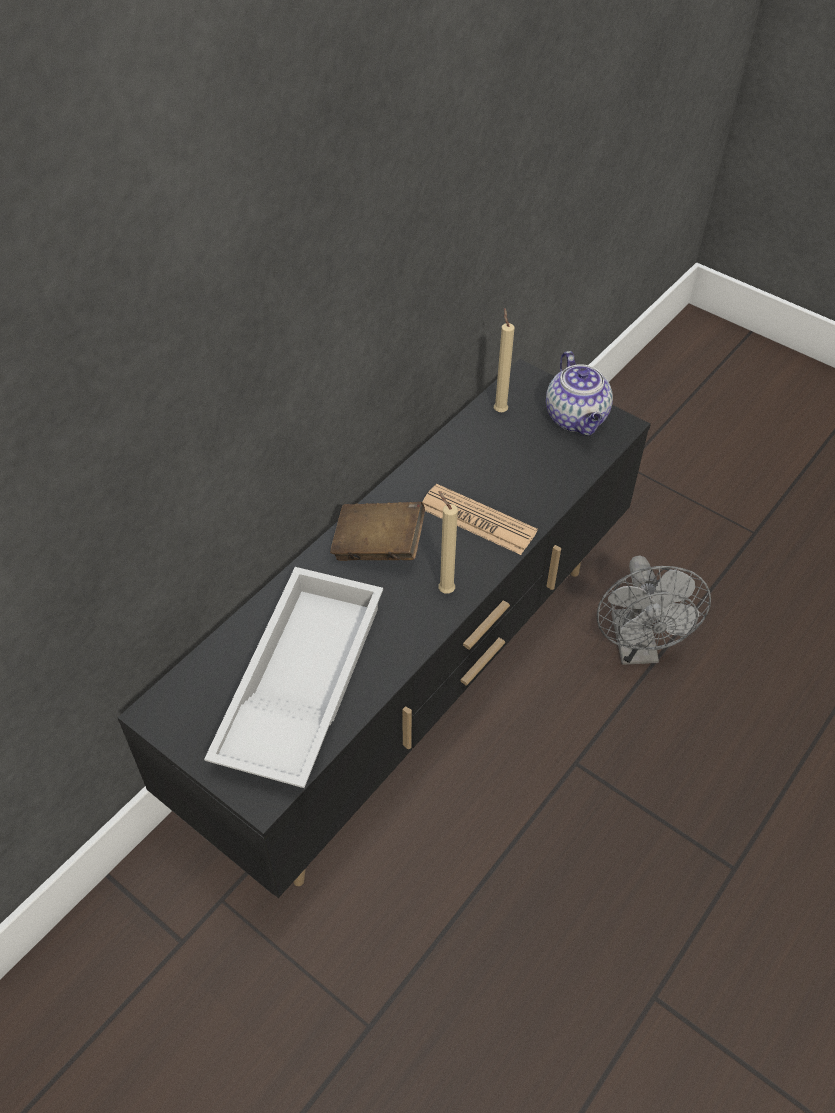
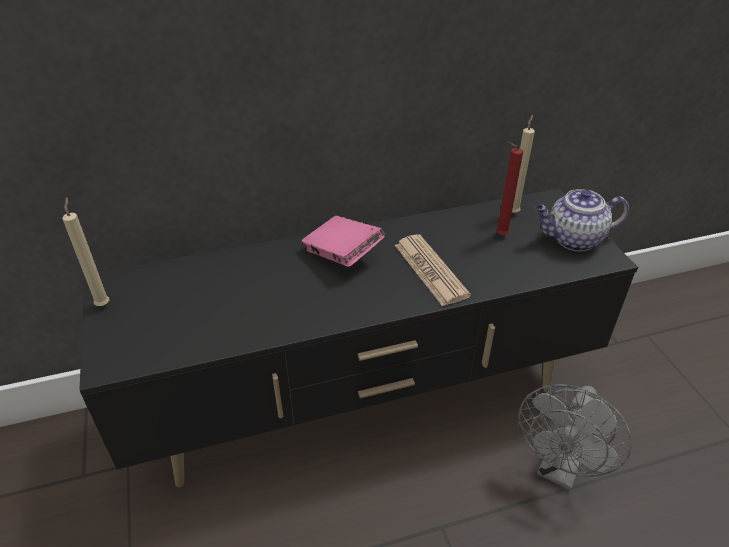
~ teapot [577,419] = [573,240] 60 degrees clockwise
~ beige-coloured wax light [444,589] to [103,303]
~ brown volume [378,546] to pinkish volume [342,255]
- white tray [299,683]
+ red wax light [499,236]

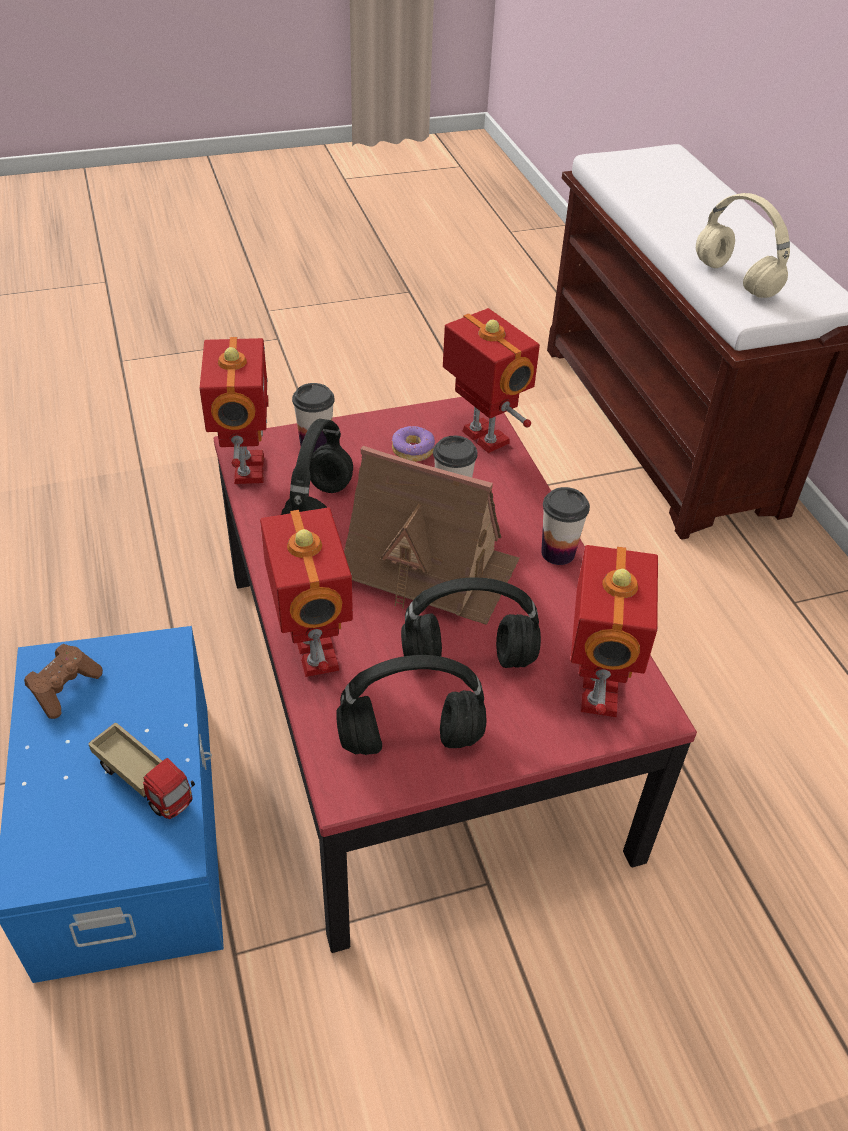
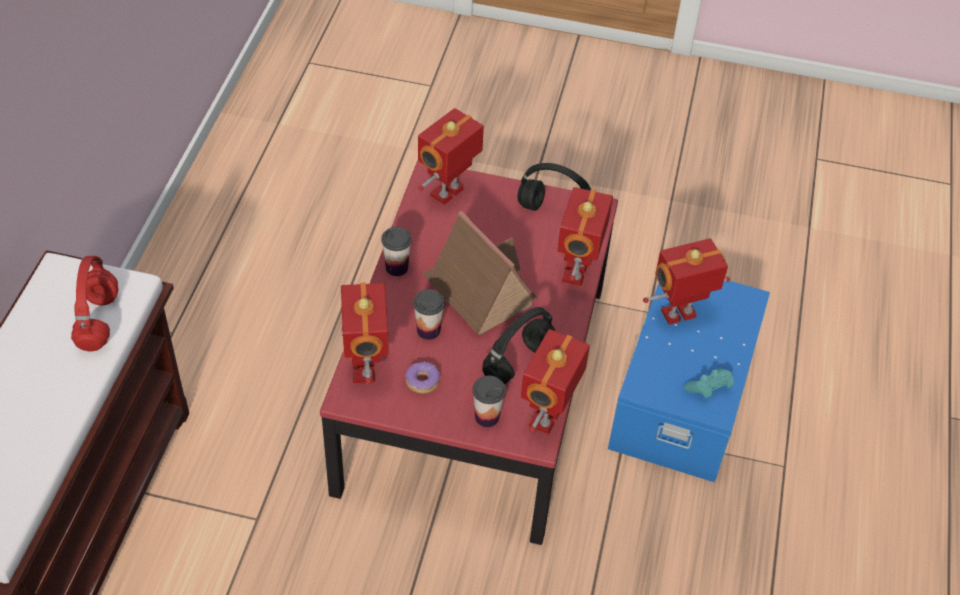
~ beige-coloured headset [733,279] to red headset [99,322]
- black-coloured headset [470,658]
~ brown joypad [65,688] to turquoise-coloured joypad [709,389]
~ toy lorry [146,782] to model robot [679,315]

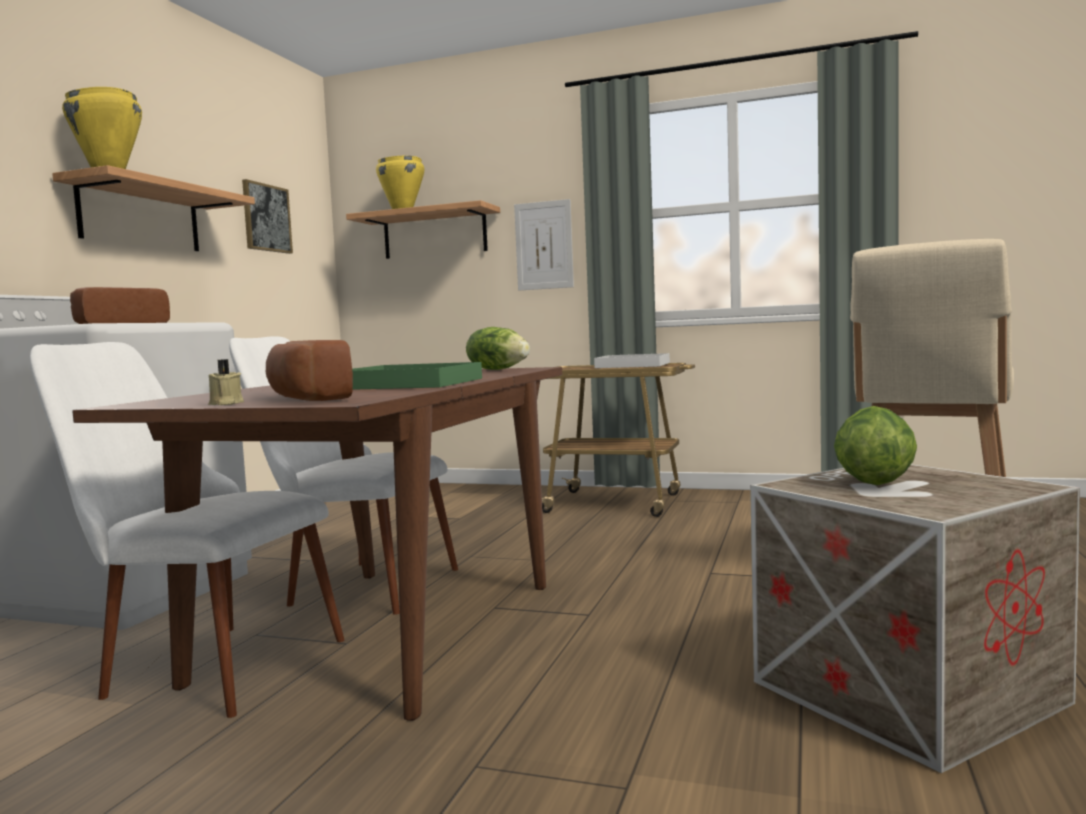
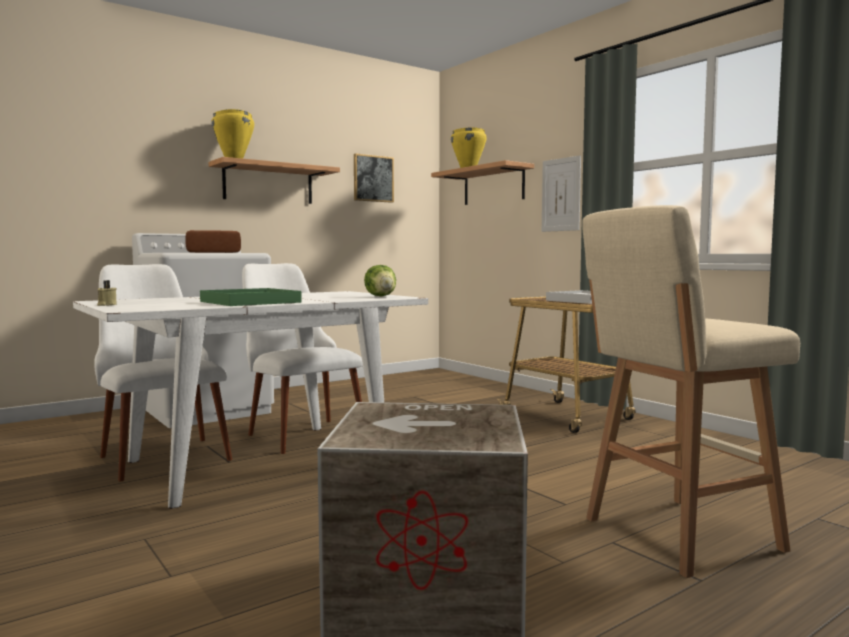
- baked bread [304,398]
~ brown kitchen table [387,629] to white kitchen table [261,460]
- lettuce [872,483]

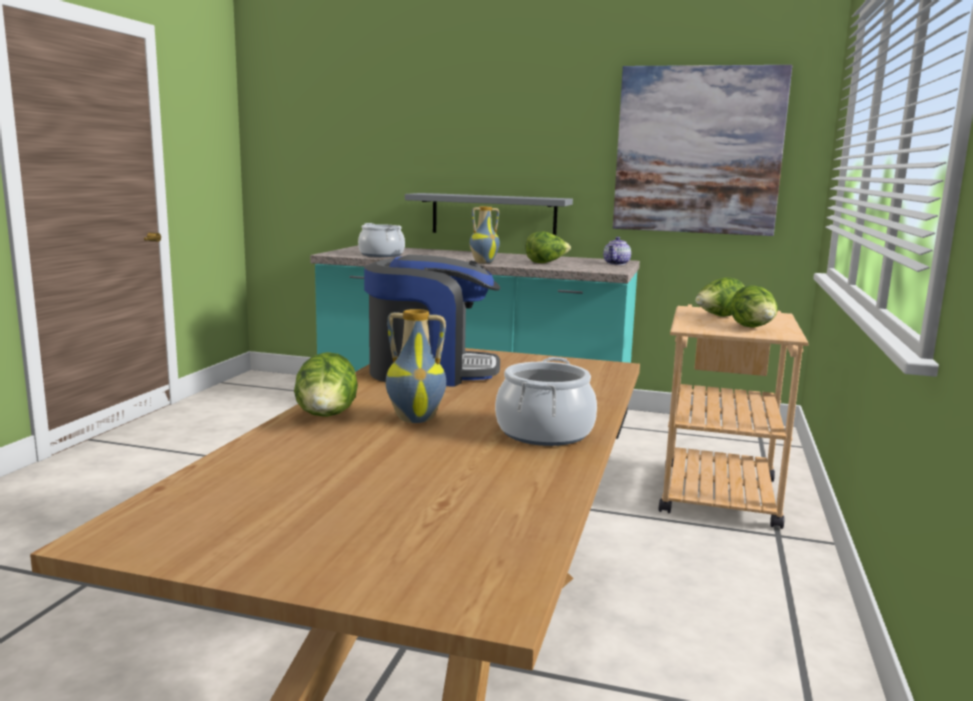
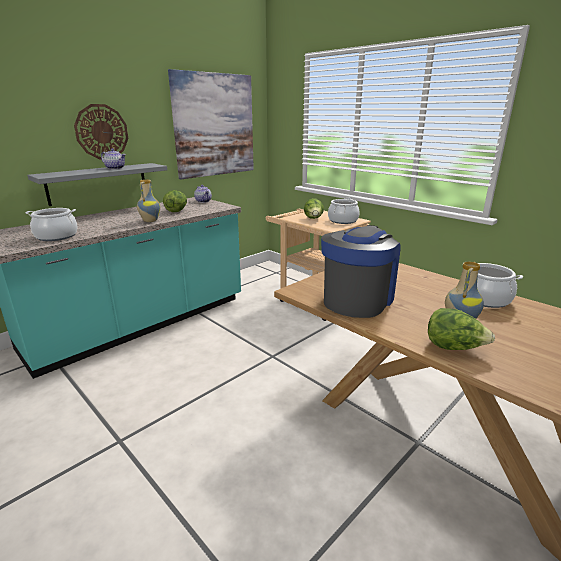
~ lettuce [753,328] to saucepot [342,221]
+ hanging clock [102,132]
+ teapot [115,168]

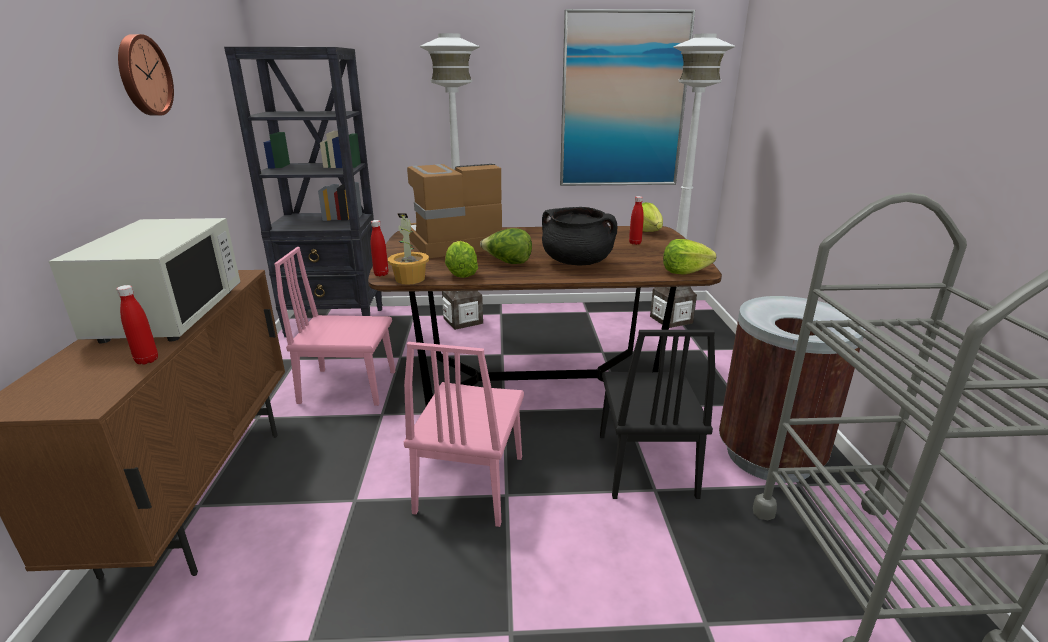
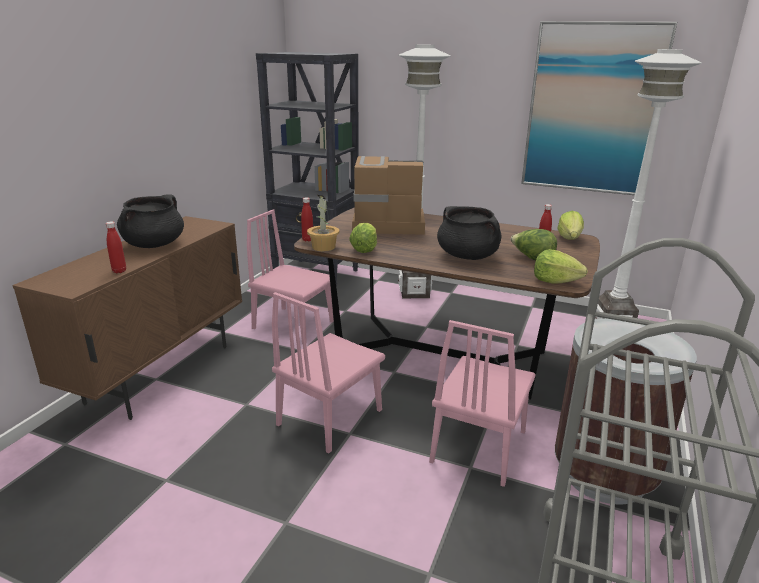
- hanging clock [142,75]
~ white microwave oven [169,314] to black-coloured saucepot [154,244]
~ lettuce [507,263] to [532,258]
~ black-coloured chair [645,464] to pinkish chair [479,446]

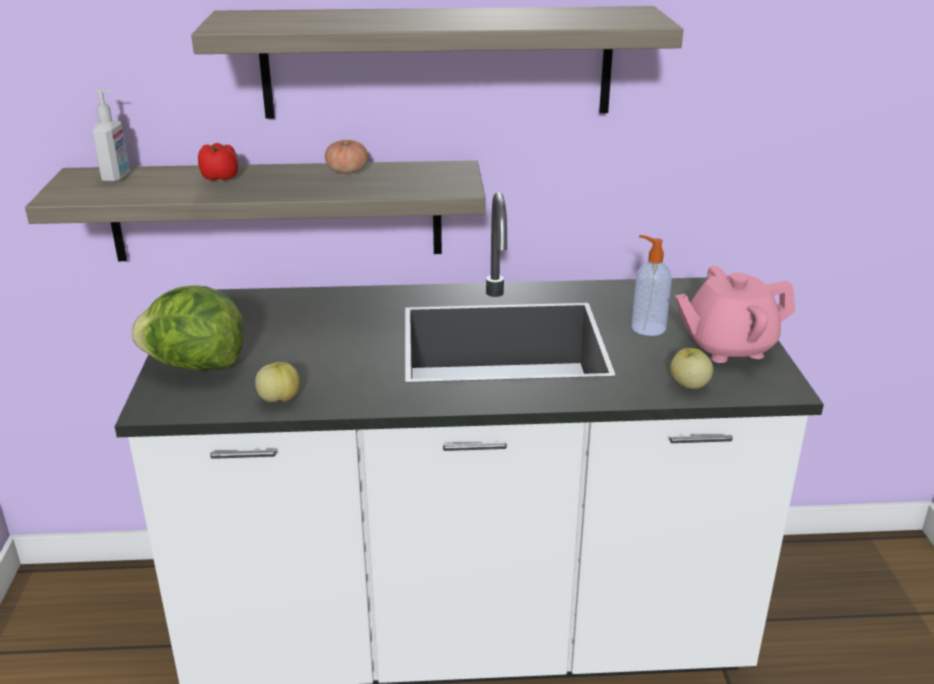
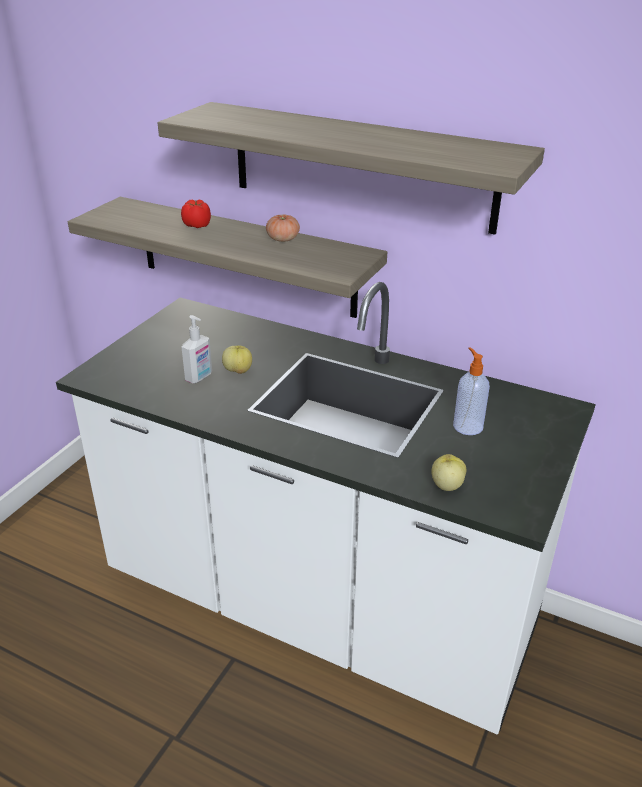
~ soap dispenser [117,177] to [199,377]
- pinkish teapot [728,347]
- lettuce [195,366]
~ apple [279,399] to [238,371]

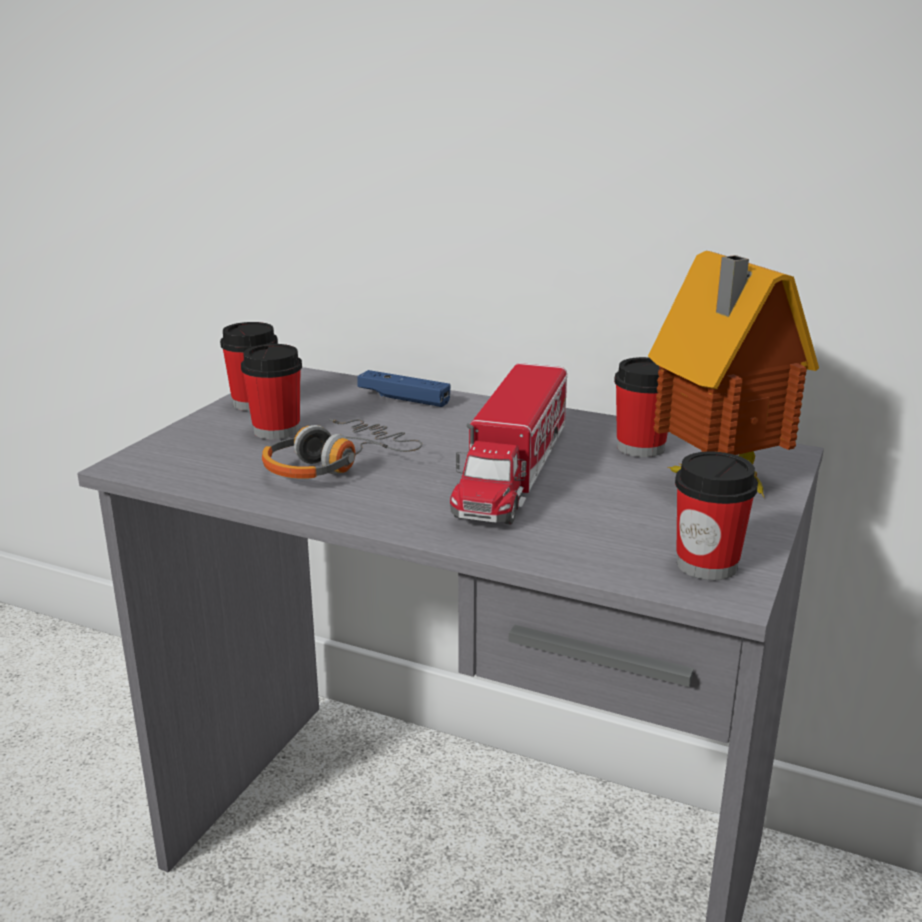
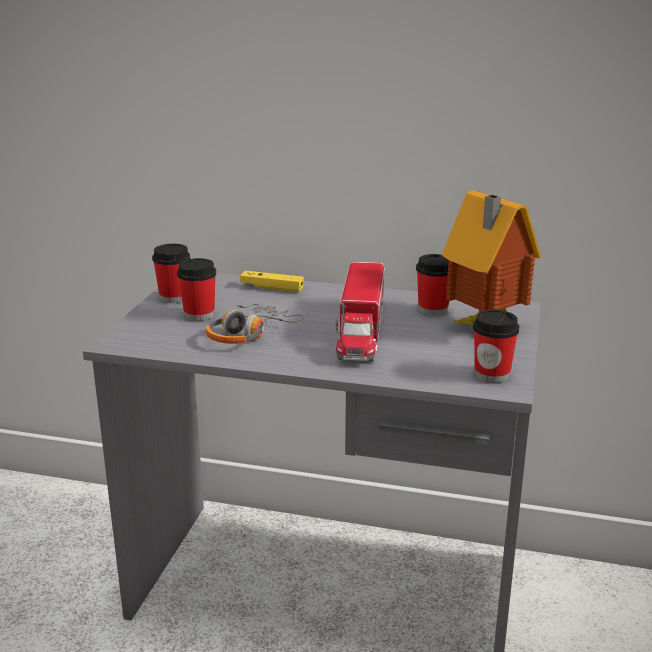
~ blue-coloured joypad [403,398] to yellow joypad [272,288]

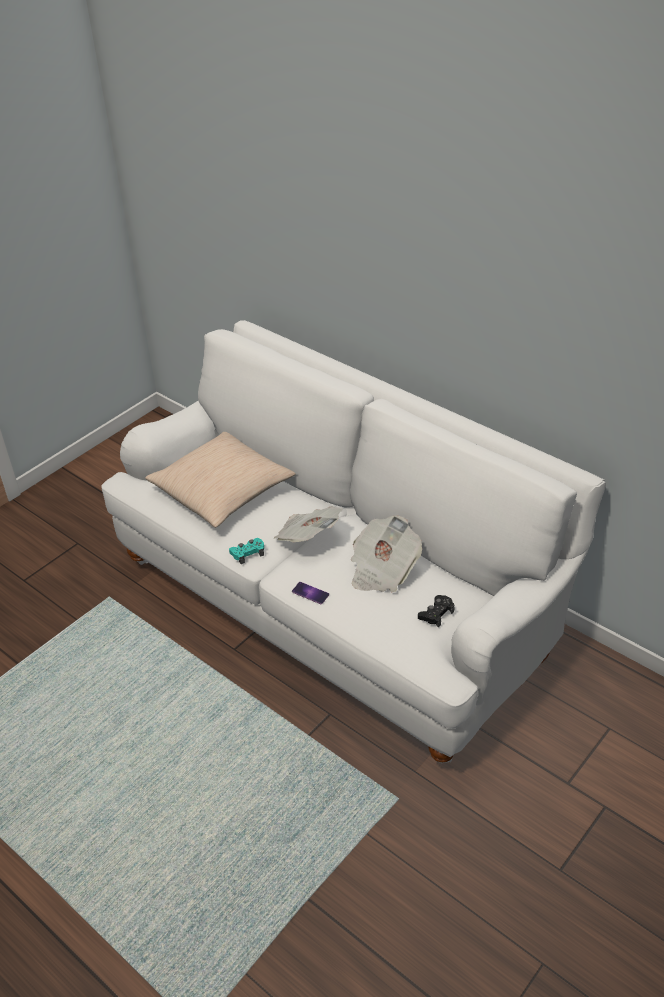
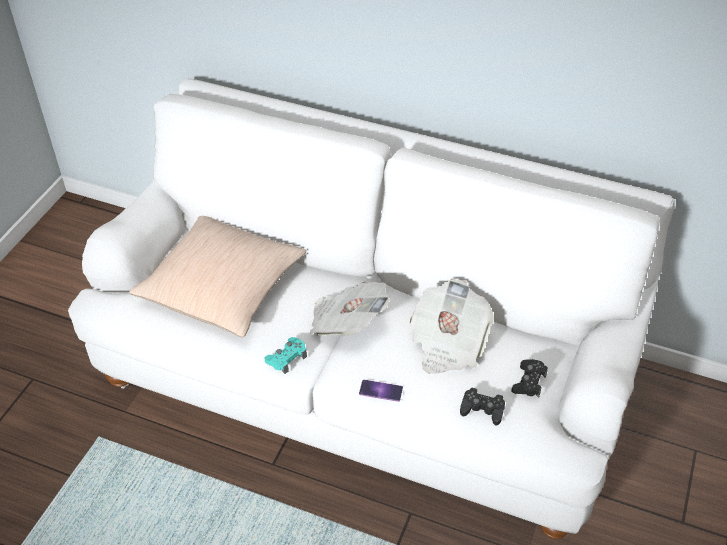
+ black-coloured joypad [482,409]

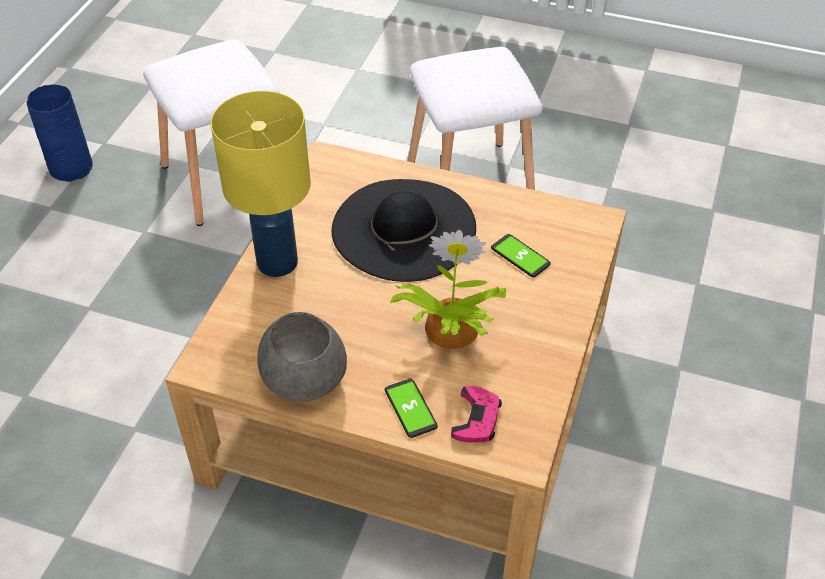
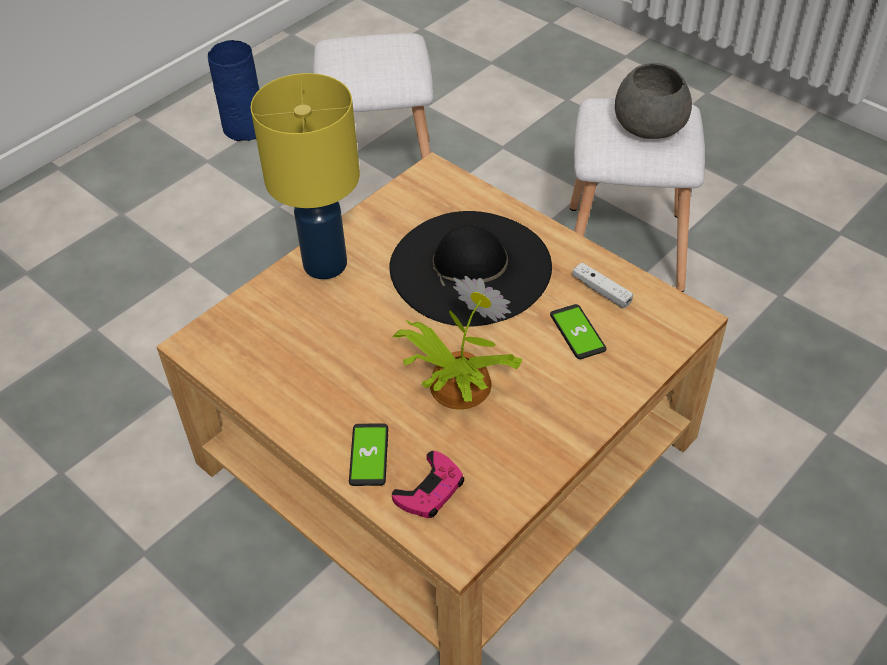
~ gray serving bowl [303,376] to [649,125]
+ white joypad [601,291]

